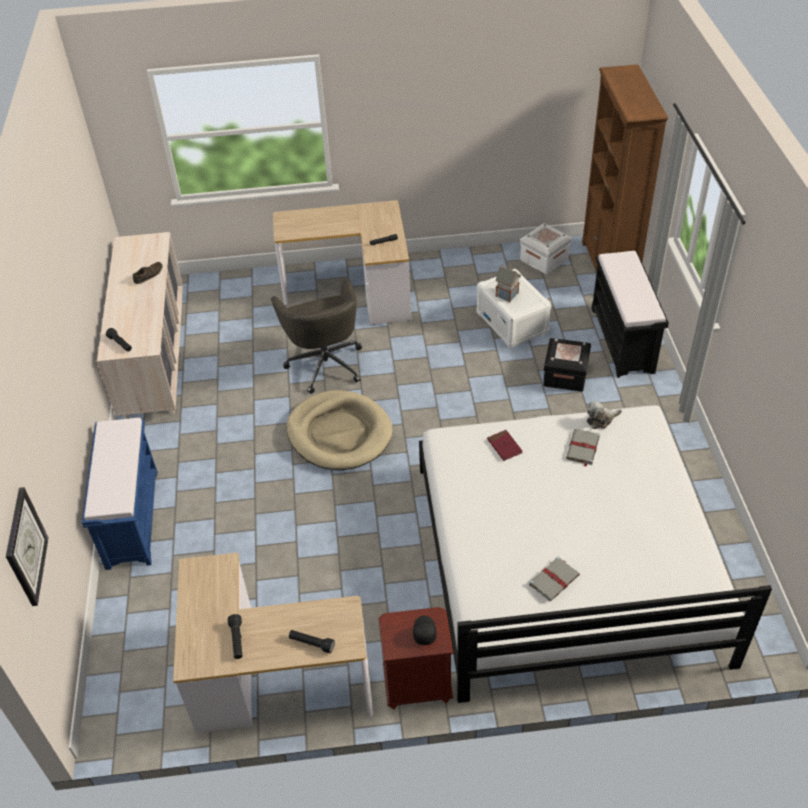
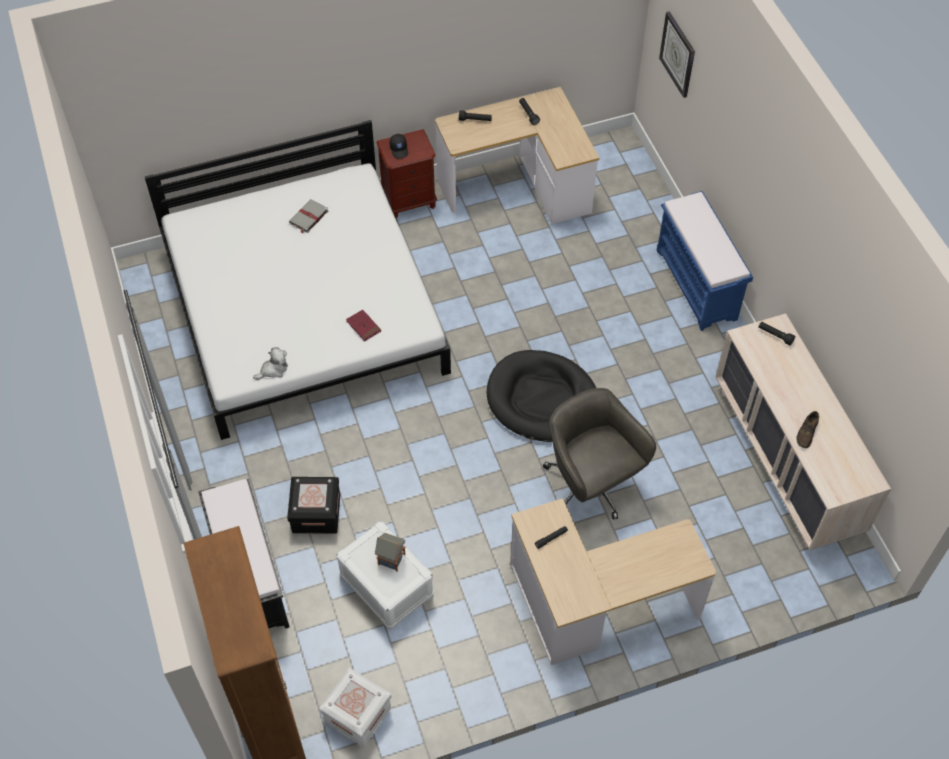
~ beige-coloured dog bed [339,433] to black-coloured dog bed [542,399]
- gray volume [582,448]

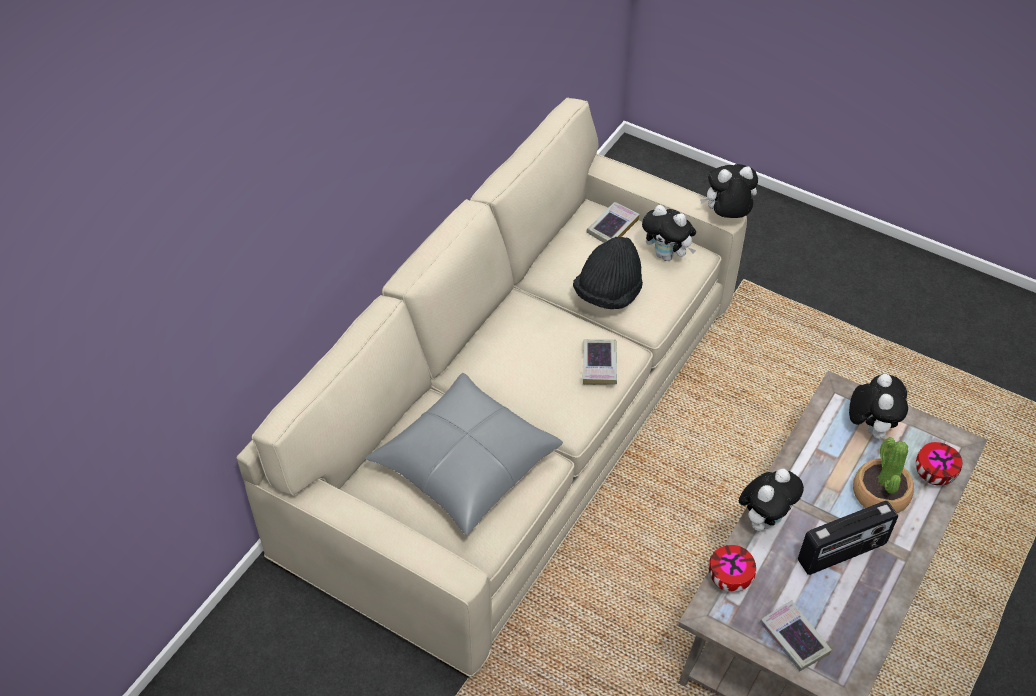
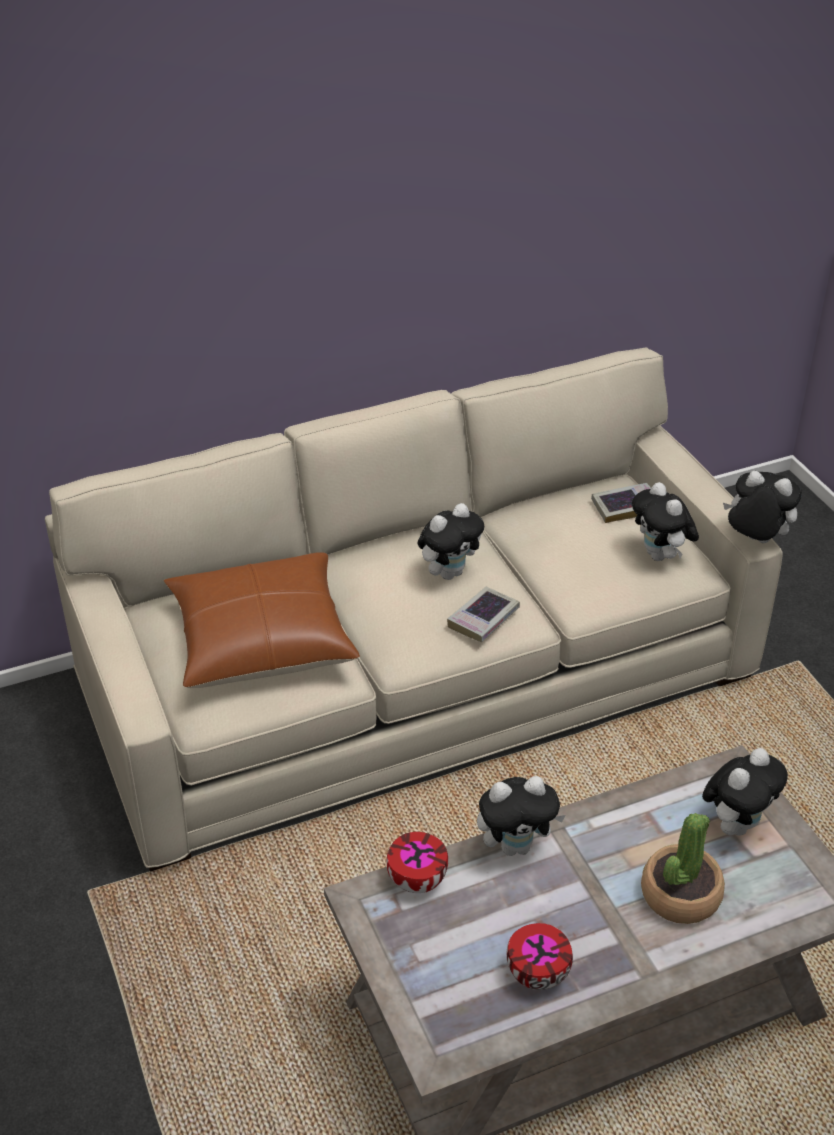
- black-coloured hat [608,293]
~ gray cushion [465,464] to brown cushion [261,639]
~ serving bowl [933,474] to [538,972]
- radio set [842,553]
- volume [794,639]
+ cuddly toy [449,572]

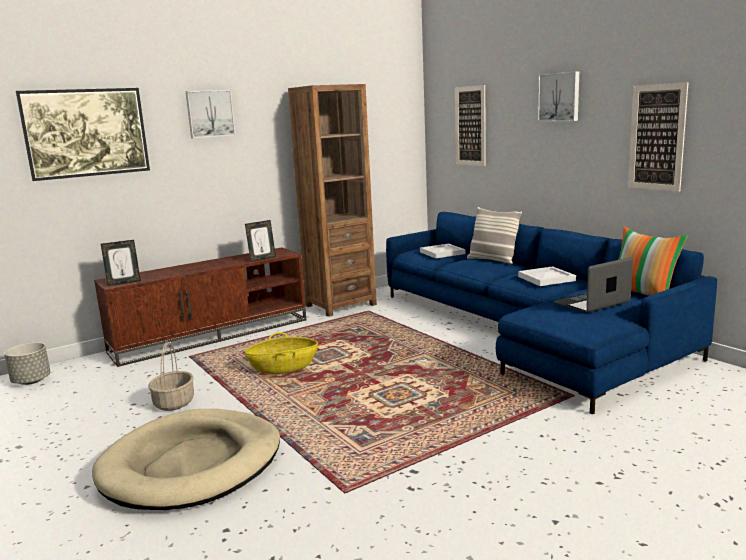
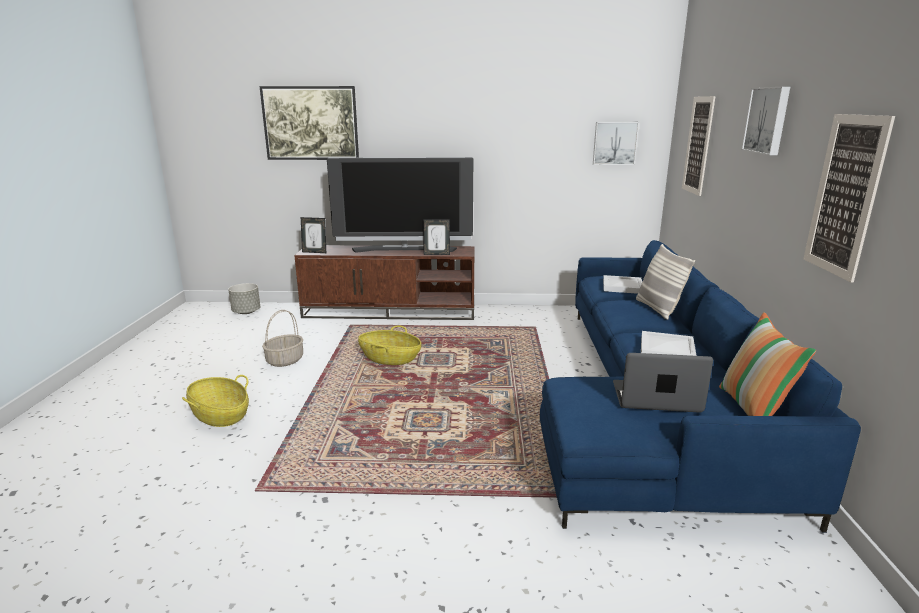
- brown bookshelf [340,305]
~ wall picture [210,113] to [614,143]
~ beige-coloured dog bed [192,464] to storage basket [220,415]
+ television [404,249]

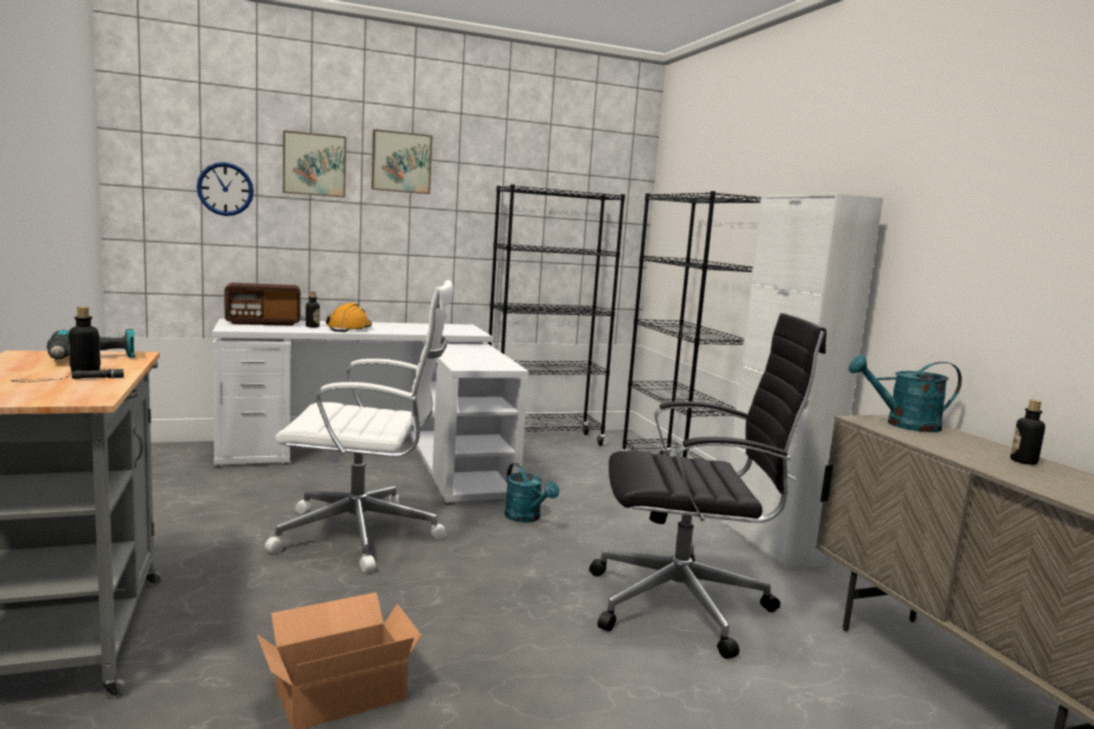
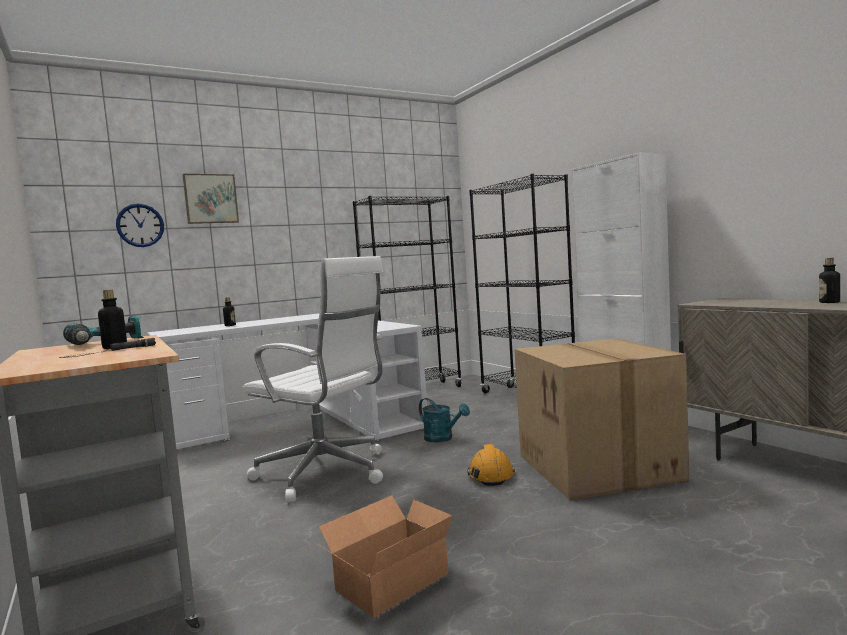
- wall picture [401,162]
~ white desk chair [363,535] = [326,473] 45 degrees clockwise
- radio set [263,322]
~ orange-coloured work helmet [349,328] to [490,474]
~ black-coloured desk chair [685,605] to carton [600,468]
- turquoise-coloured watering pot [903,424]

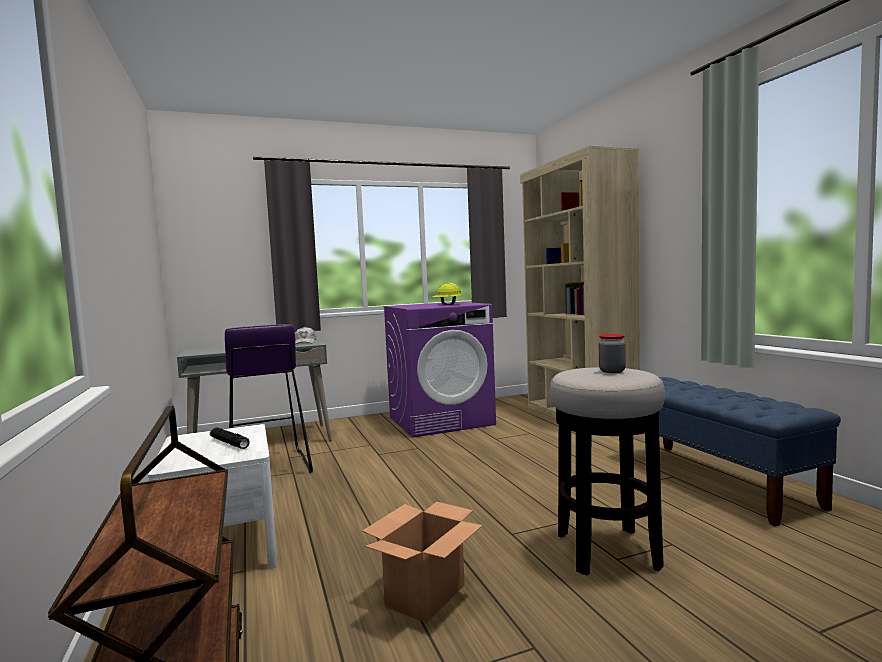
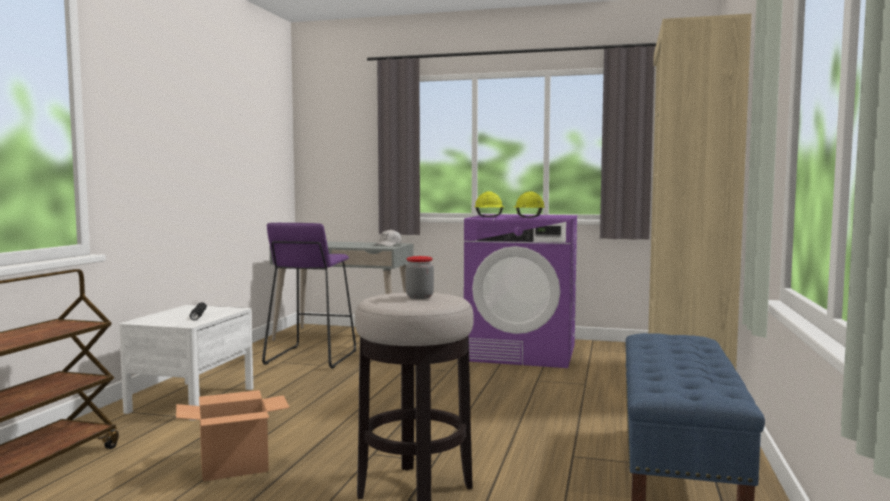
+ yellow work helmet [489,217]

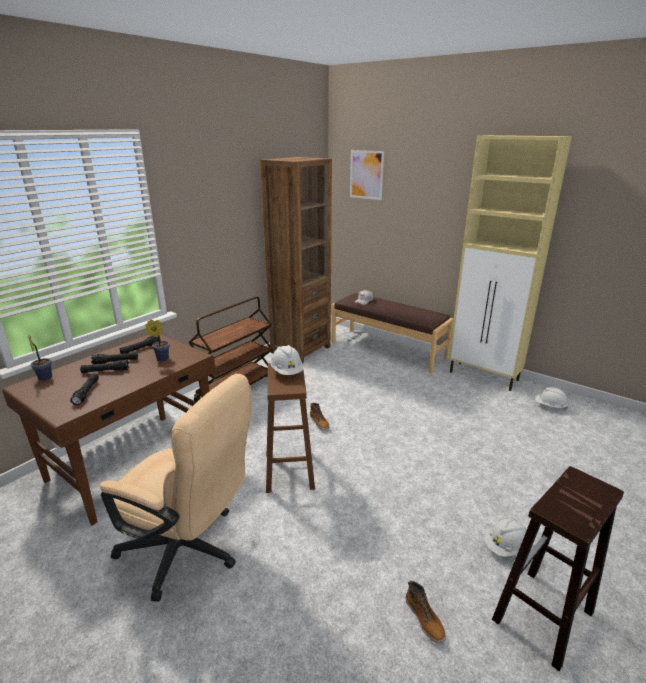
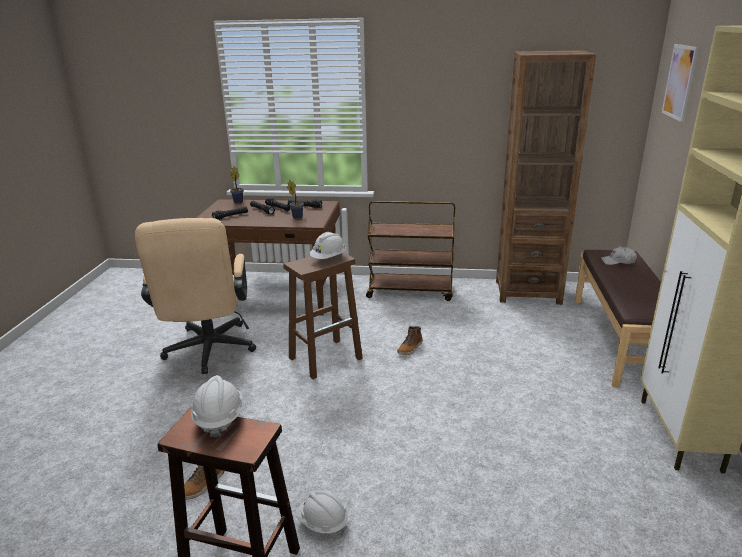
~ white work helmet [550,406] to [219,418]

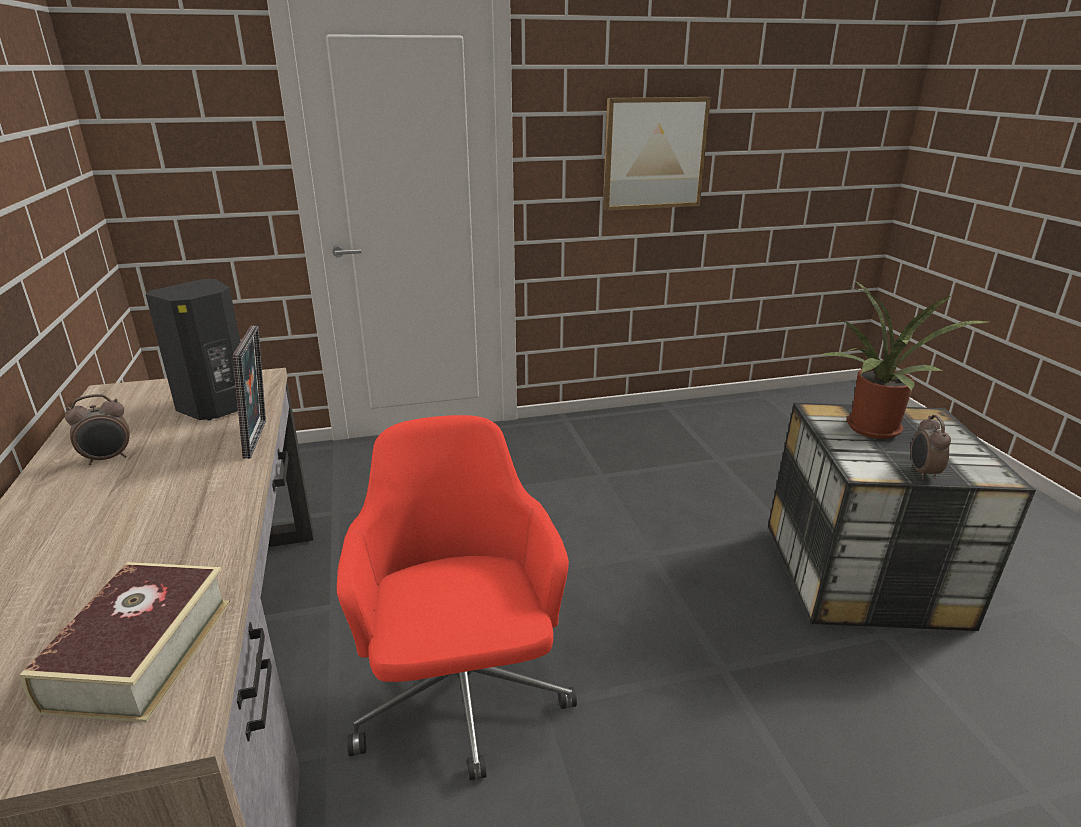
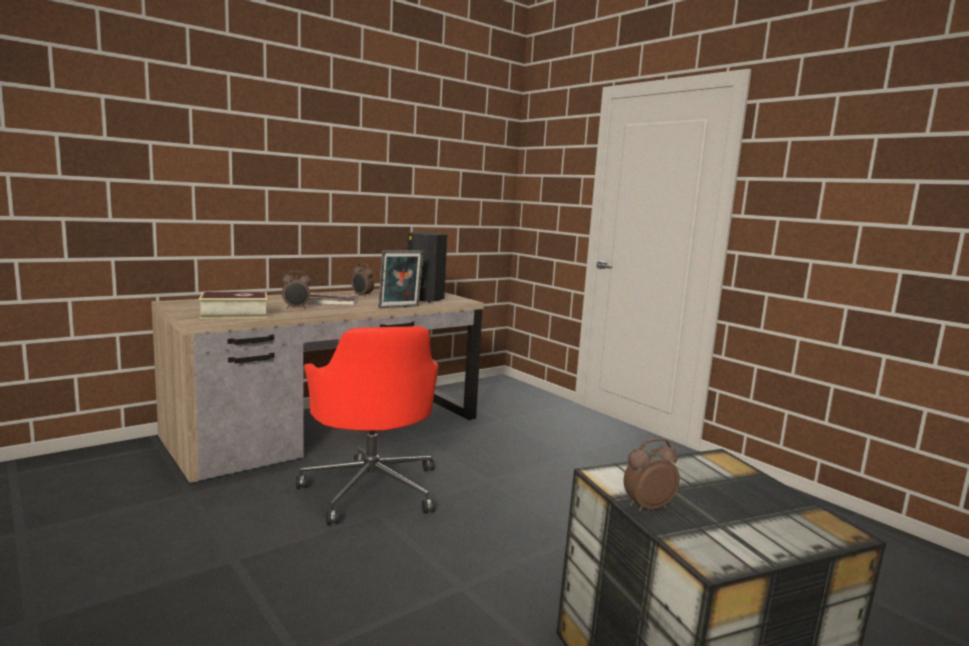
- wall picture [654,153]
- potted plant [872,431]
~ red desk chair [462,697] = [372,488] 105 degrees clockwise
+ alarm clock [296,308]
+ volume [329,300]

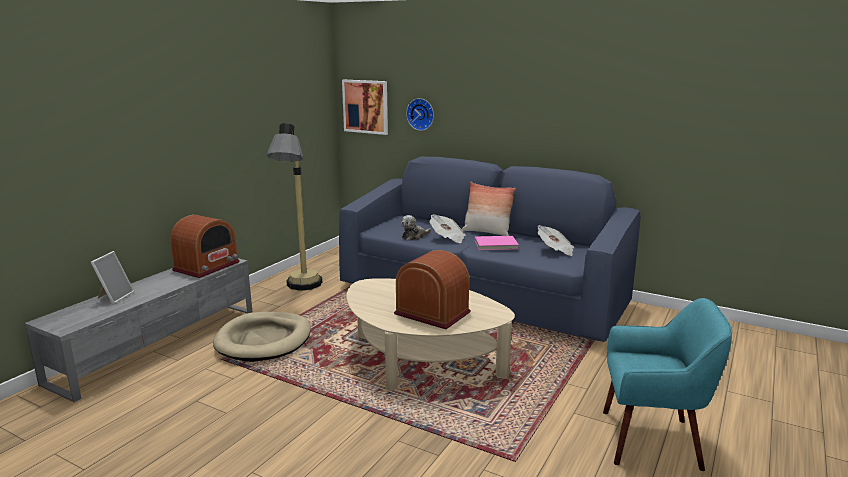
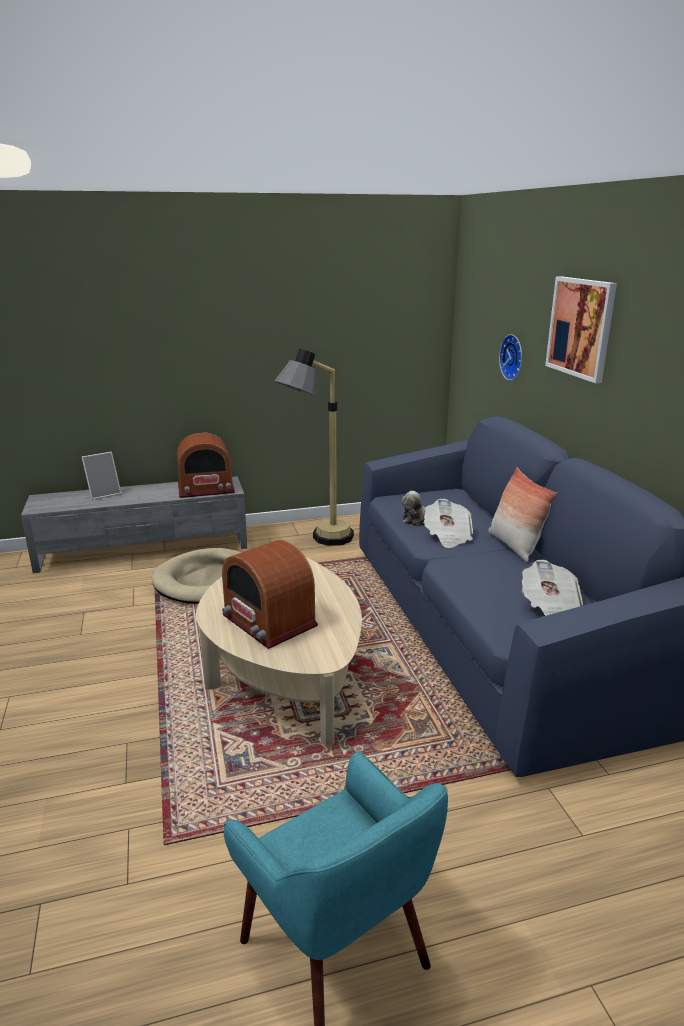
~ wall picture [365,106] to [581,327]
- pinkish volume [496,245]
~ radio set [432,313] = [269,621] 150 degrees clockwise

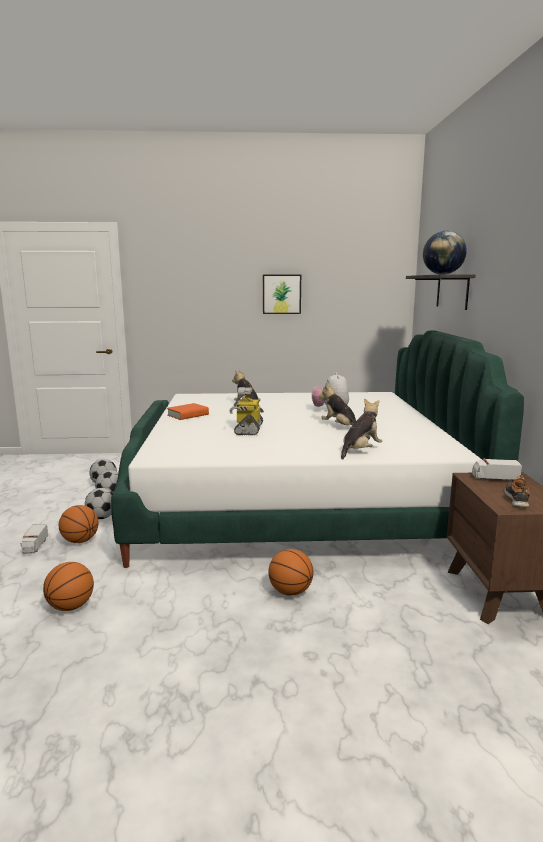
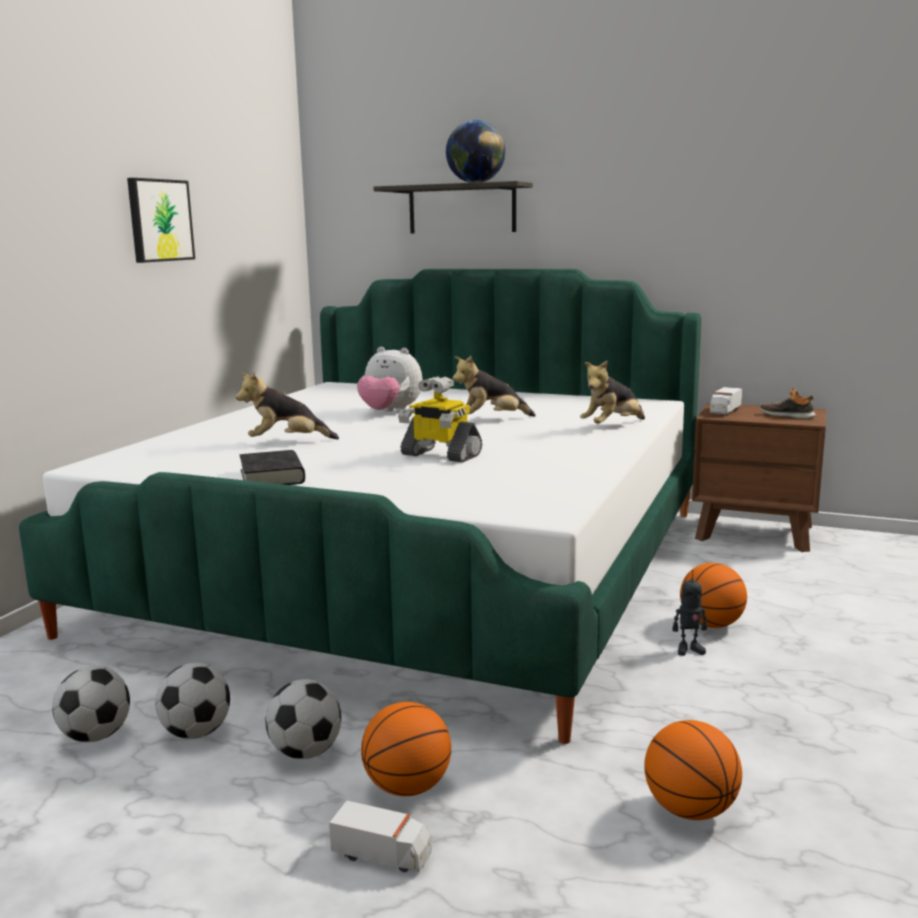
~ cuddly toy [360,451] = [612,426] 105 degrees counterclockwise
~ orange-coloured volume [188,415] to black-coloured volume [272,477]
+ model robot [689,649]

